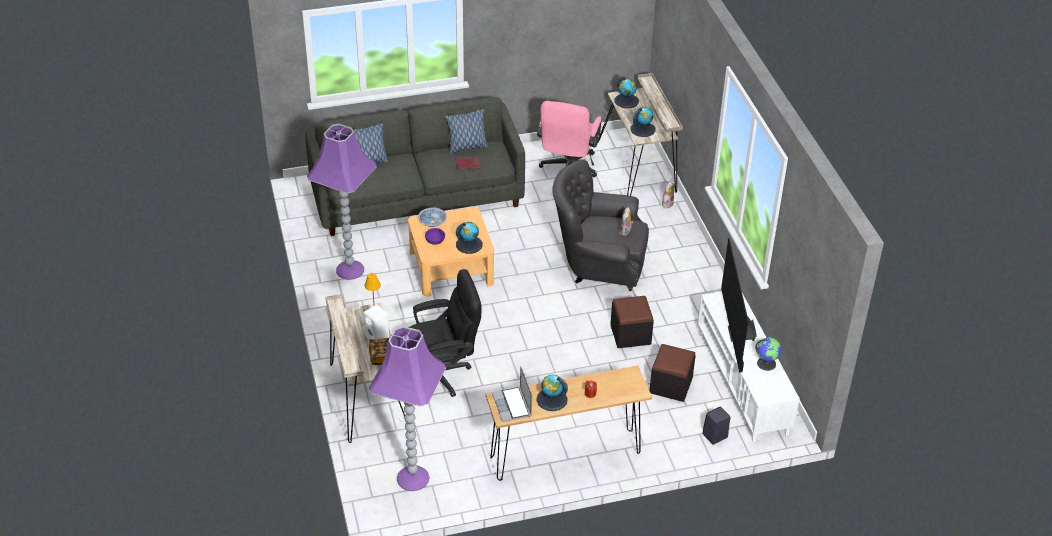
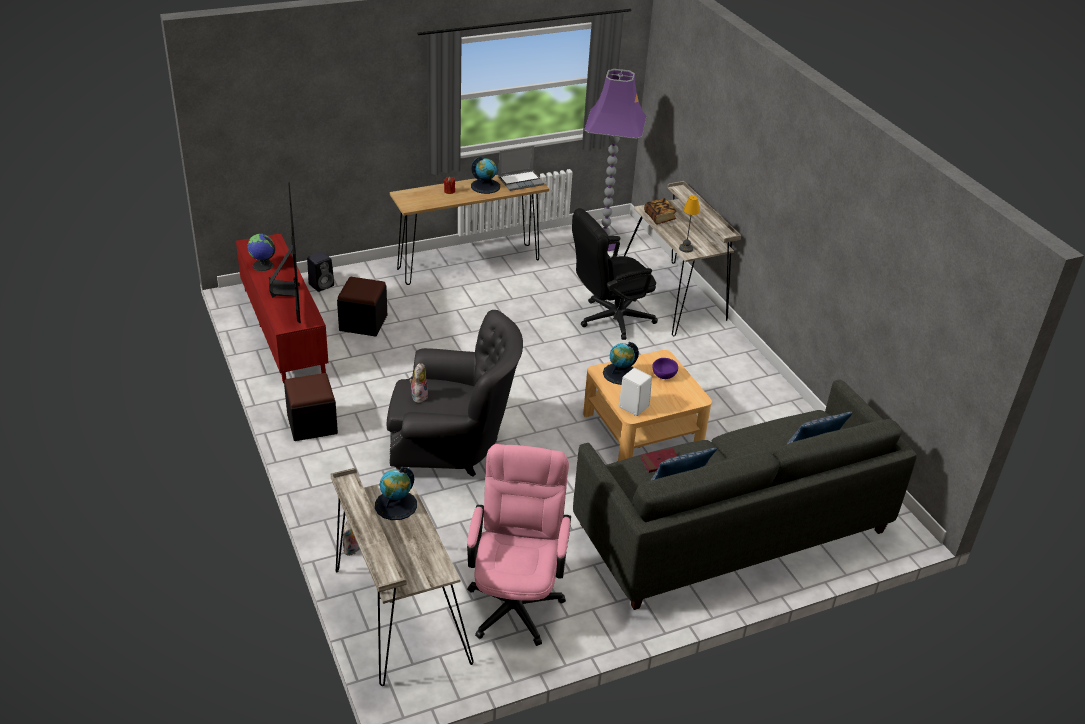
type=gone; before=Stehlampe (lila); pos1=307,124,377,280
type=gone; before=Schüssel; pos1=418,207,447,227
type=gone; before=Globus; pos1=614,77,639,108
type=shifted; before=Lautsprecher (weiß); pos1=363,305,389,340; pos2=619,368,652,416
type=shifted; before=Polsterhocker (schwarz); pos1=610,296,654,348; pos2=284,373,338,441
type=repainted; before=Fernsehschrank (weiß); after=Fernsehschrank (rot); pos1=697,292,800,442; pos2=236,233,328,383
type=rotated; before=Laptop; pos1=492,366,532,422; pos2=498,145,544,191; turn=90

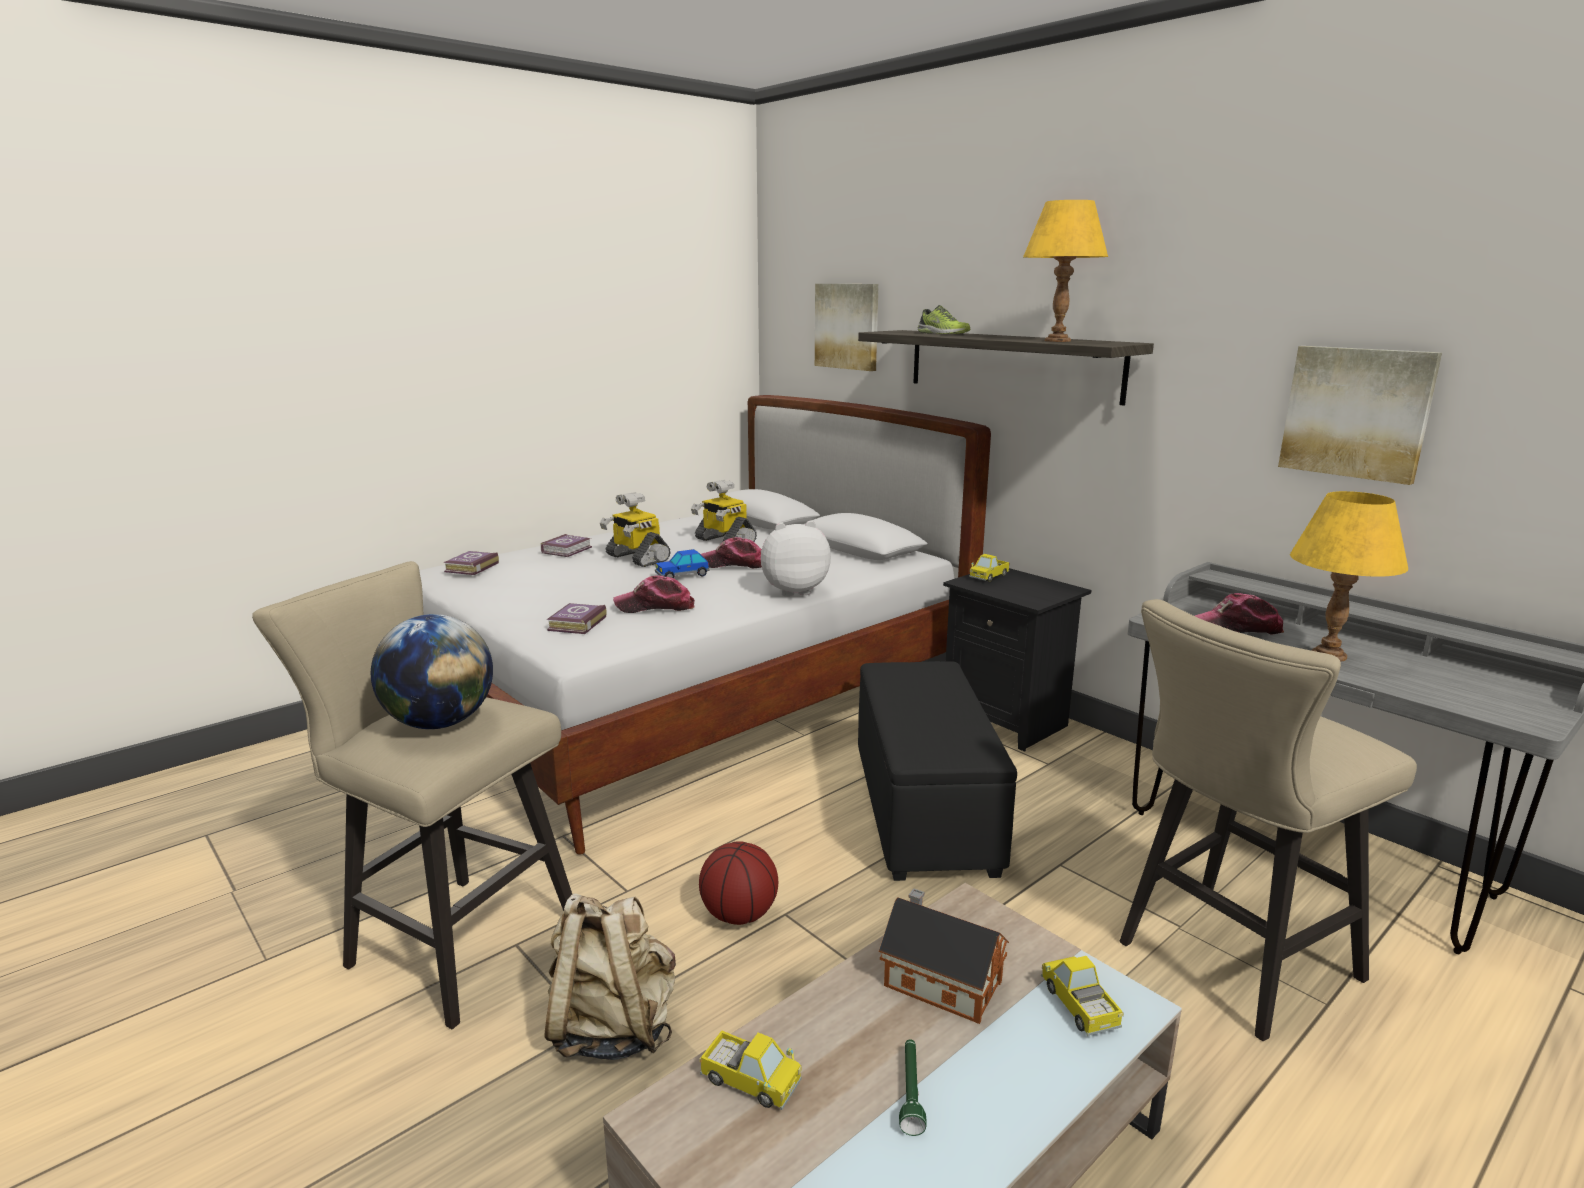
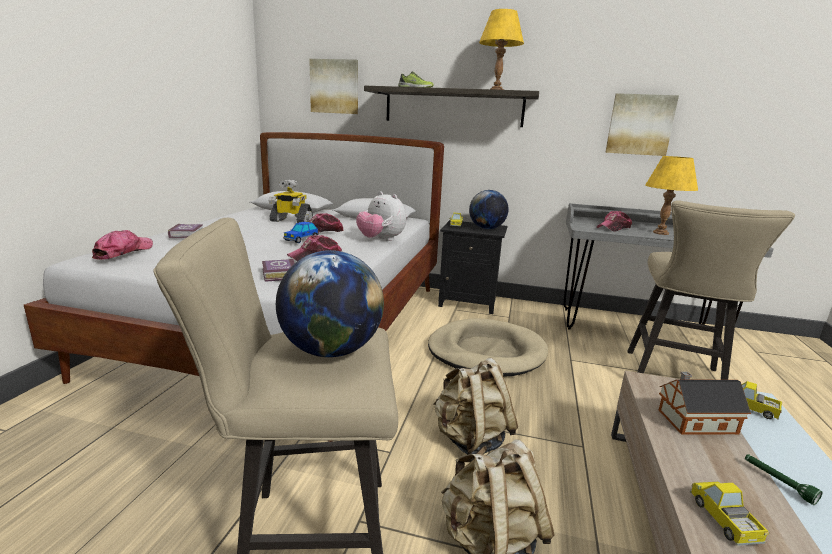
type=gone; before=Spielzeugroboter; pos1=600,492,671,567
type=new; after=Globus; pos2=469,190,509,229
type=swapped; before=Buch; after=Kappe; pos1=443,551,499,575; pos2=92,230,153,260
type=swapped; before=Basketball; after=Rucksack (beige); pos1=699,841,778,925; pos2=433,358,518,455
type=swapped; before=Polsterhocker (schwarz); after=Hundebett (beige); pos1=858,661,1017,881; pos2=428,318,548,377
type=rotated; before=Spielzeuglaster; pos1=699,1030,802,1110; pos2=690,482,769,546; turn=-90
type=rotated; before=Plüschtier; pos1=761,520,831,597; pos2=356,191,406,241; turn=-90

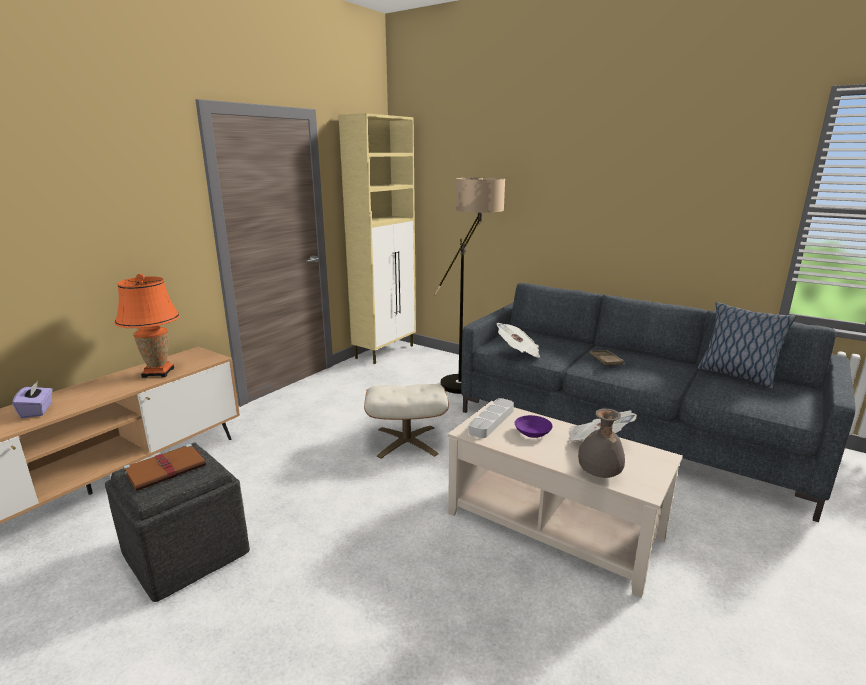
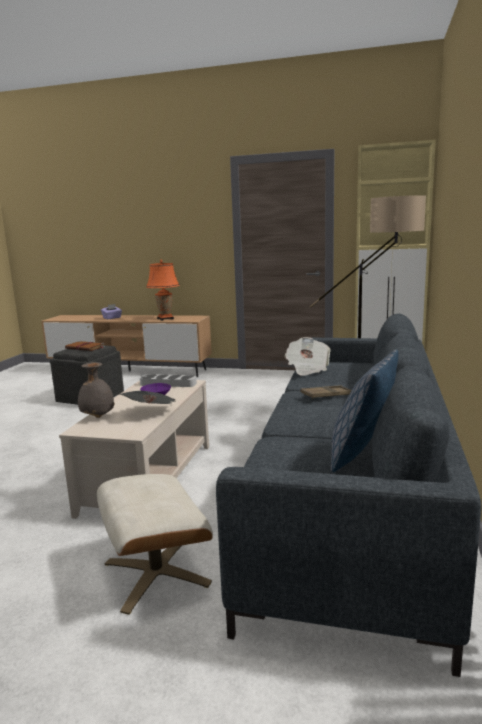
type=shifted; before=Polsterhocker (beige); pos1=364,384,449,459; pos2=97,474,213,615

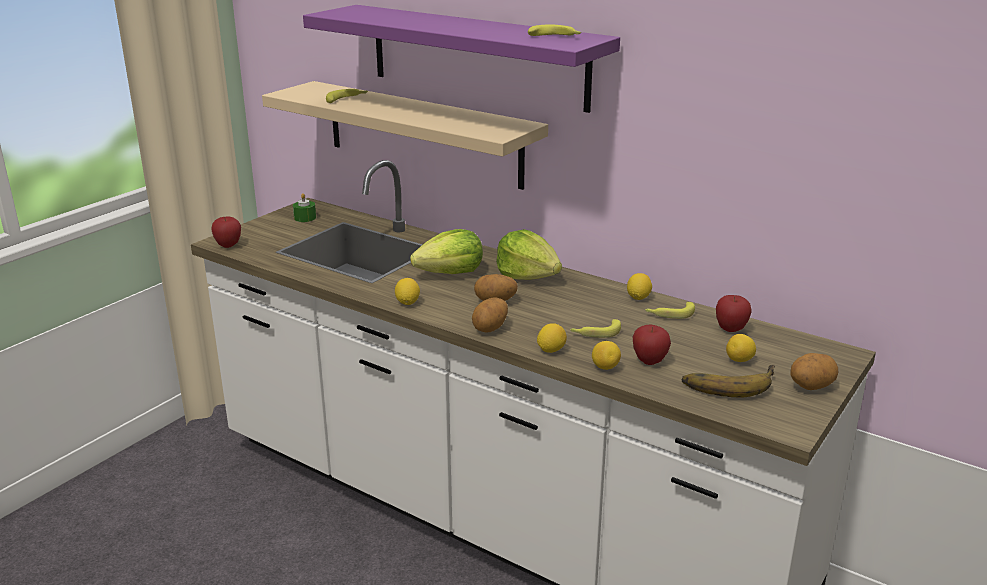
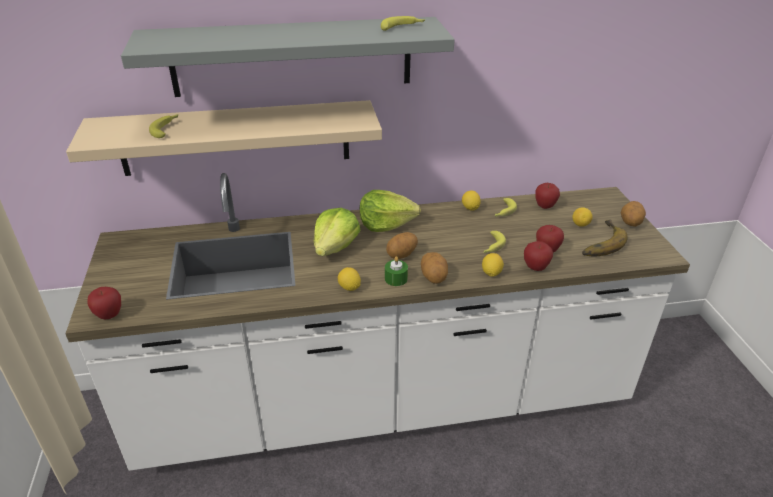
type=shifted; before=Kerze (grün); pos1=293,193,316,222; pos2=385,256,408,286
type=swapped; before=Zitrone; after=Apfel; pos1=592,341,621,370; pos2=524,241,553,271
type=repainted; before=Wandregal (lila); after=Wandregal (grau); pos1=303,5,620,113; pos2=121,17,455,97

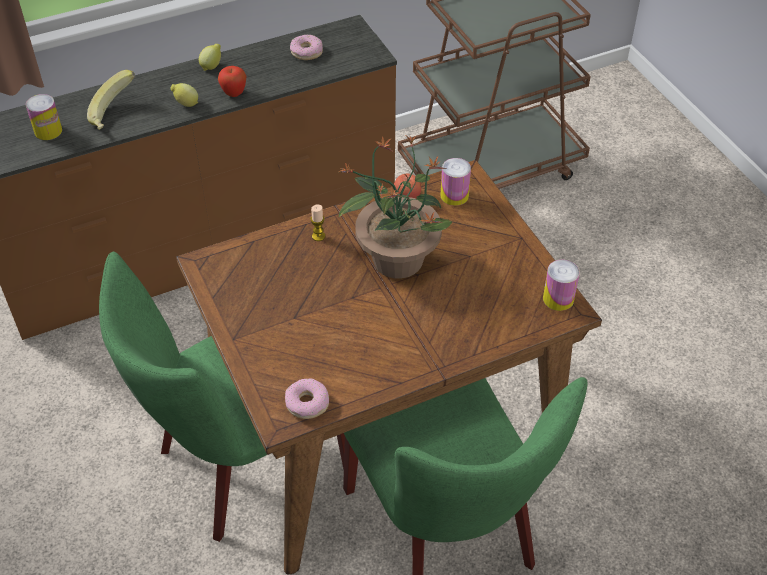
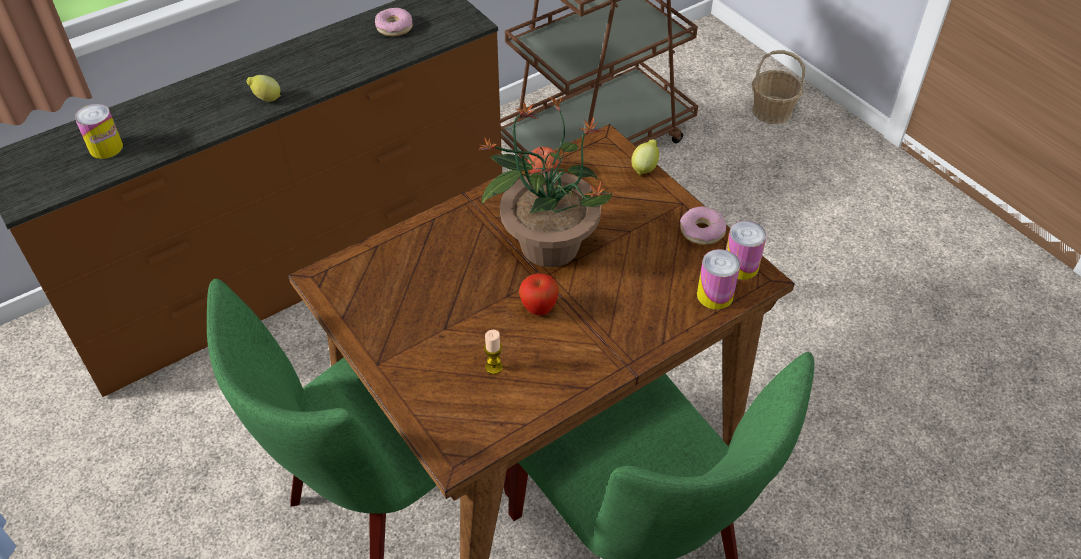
type=gone; before=Banane; pos1=87,70,135,130
type=new; after=Korb; pos2=752,50,805,124
type=shifted; before=Zitrone; pos1=199,44,221,71; pos2=631,139,659,175
type=shifted; before=Apfel; pos1=218,66,246,97; pos2=519,273,559,315
type=shifted; before=Donut; pos1=285,378,329,419; pos2=680,206,726,245
type=shifted; before=Kerze; pos1=311,204,325,241; pos2=484,330,503,375
type=shifted; before=Dose; pos1=440,158,471,206; pos2=697,249,740,310

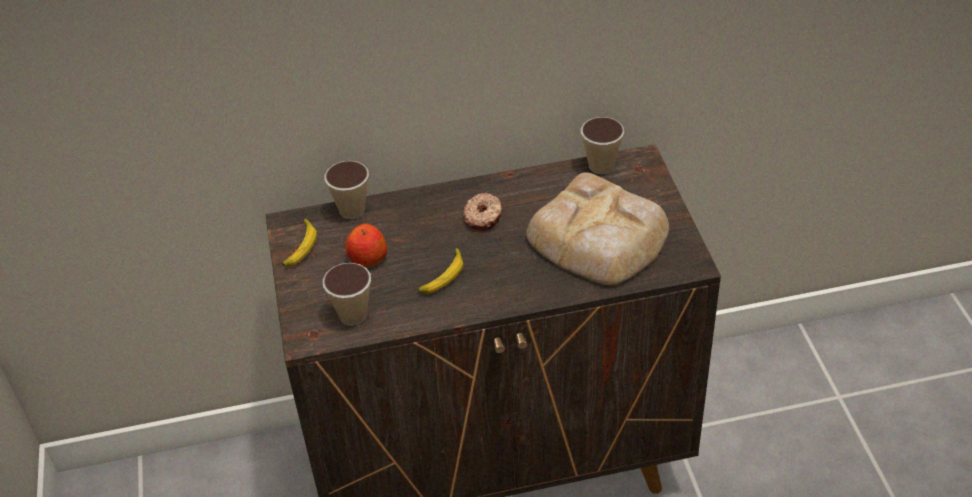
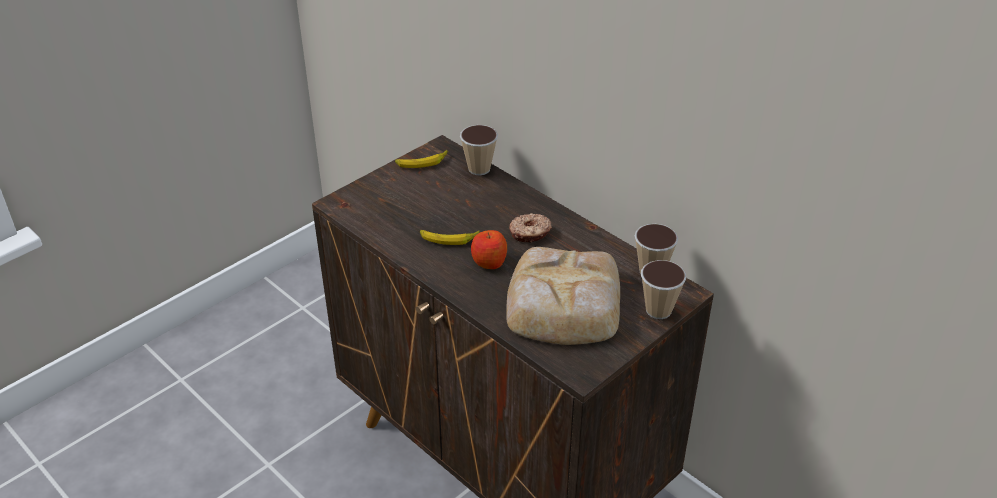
type=shifted; before=Tasse; pos1=323,263,371,326; pos2=641,260,686,319
type=shifted; before=Apfel; pos1=345,224,387,267; pos2=471,230,507,269

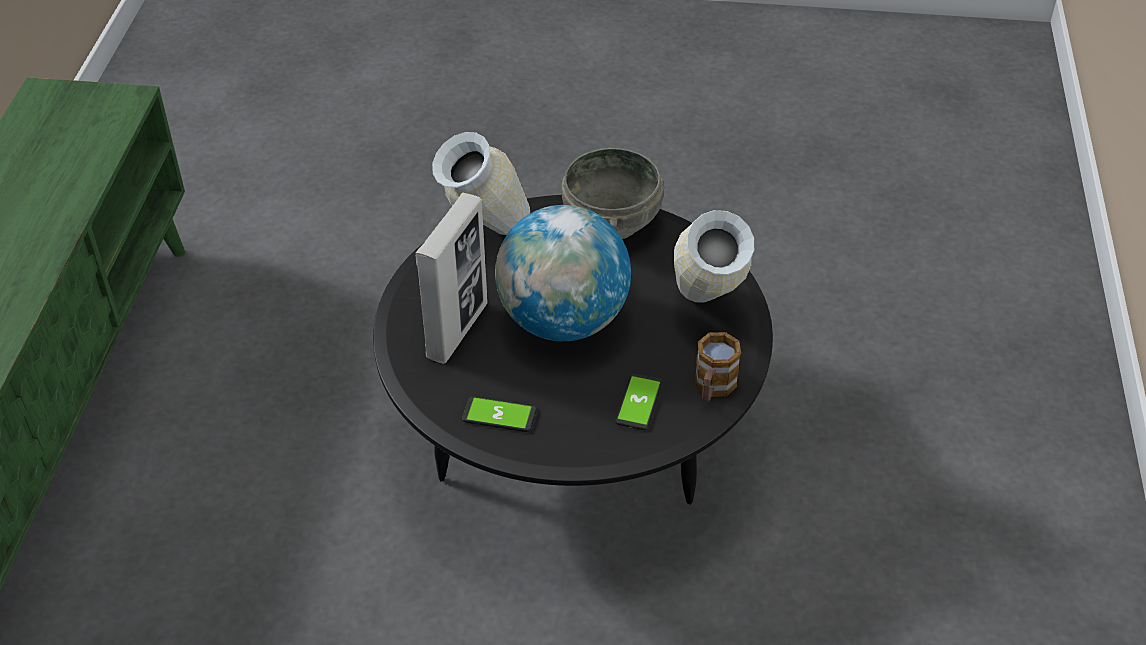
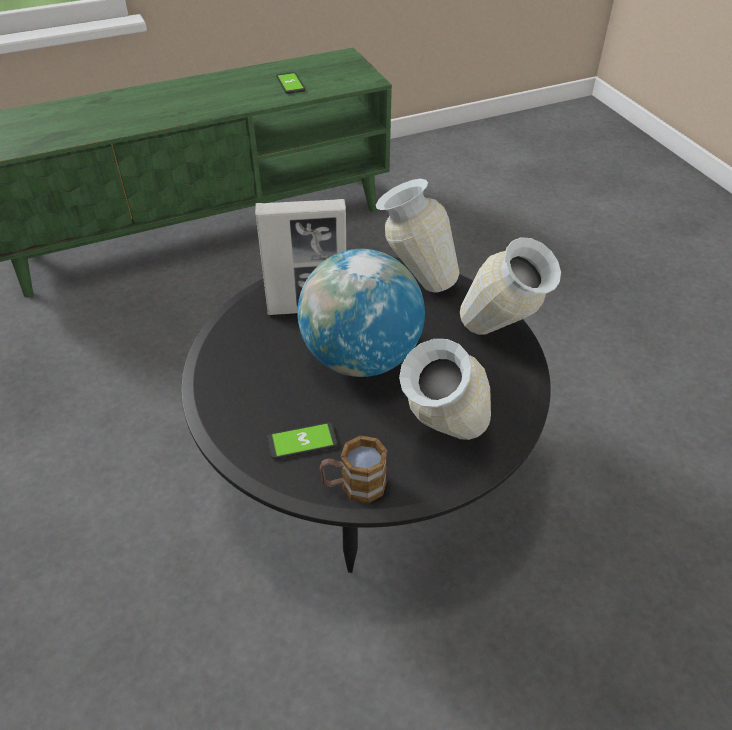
type=shifted; before=Handy; pos1=462,396,537,432; pos2=276,72,305,94
type=swapped; before=Schüssel (grau); after=Vase; pos1=561,148,664,239; pos2=460,237,561,334

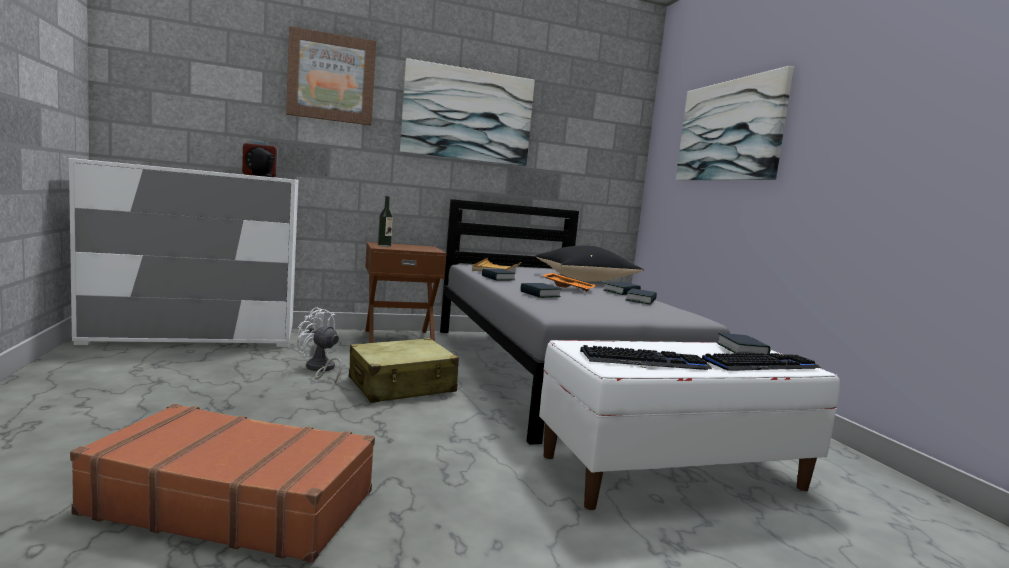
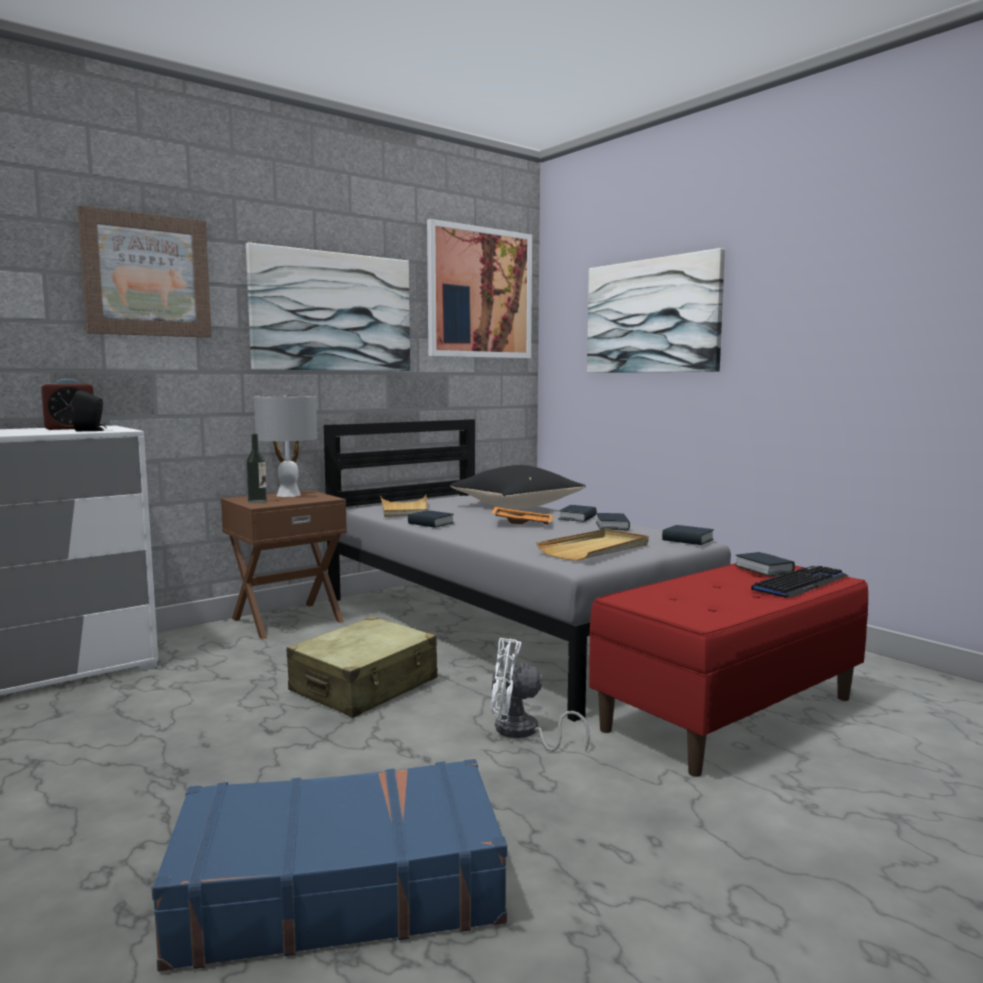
type=gone; before=Tastatur; pos1=580,345,712,370
type=new; after=Tischlampe (grau); pos2=254,395,317,497
type=new; after=Bild; pos2=427,219,532,358
type=new; after=Tablett (beige); pos2=536,529,649,561
type=shifted; before=Ventilator (weiß); pos1=296,307,342,383; pos2=491,638,590,752
type=shifted; before=Buch; pos1=520,283,561,298; pos2=662,525,714,545
type=repainted; before=Koffer (braun); after=Koffer (blau); pos1=70,404,375,563; pos2=152,759,507,972
type=repainted; before=Bank (weiß); after=Bank (rot); pos1=539,340,840,510; pos2=589,563,868,777

